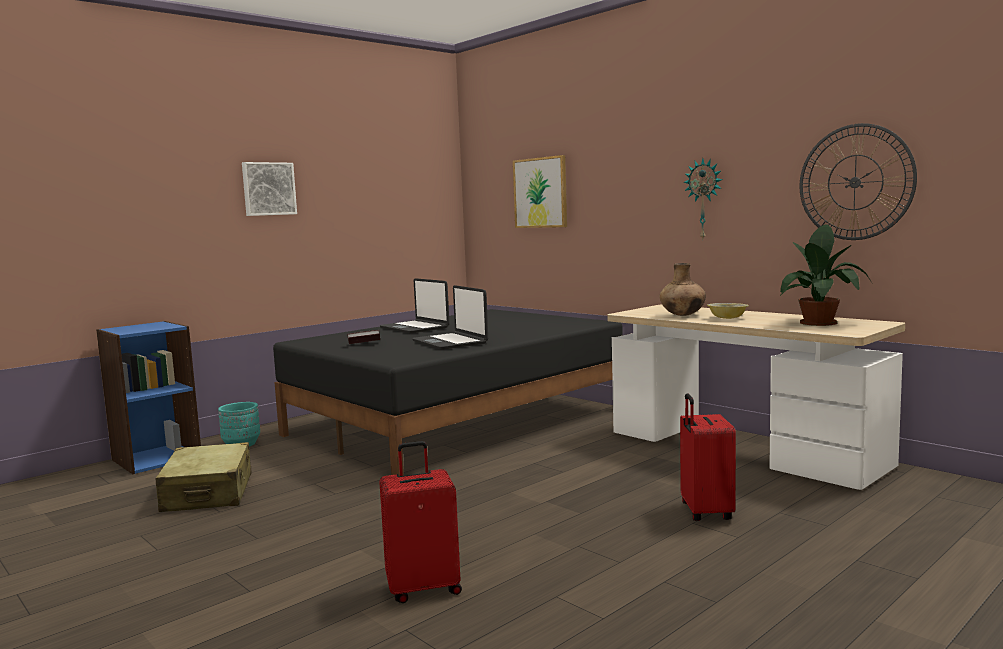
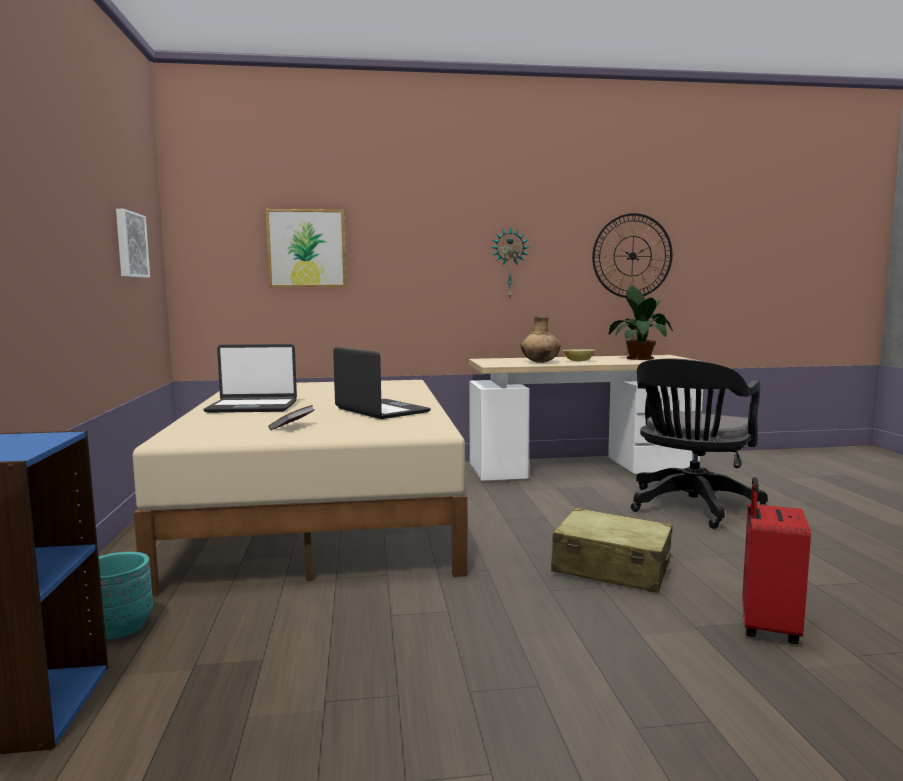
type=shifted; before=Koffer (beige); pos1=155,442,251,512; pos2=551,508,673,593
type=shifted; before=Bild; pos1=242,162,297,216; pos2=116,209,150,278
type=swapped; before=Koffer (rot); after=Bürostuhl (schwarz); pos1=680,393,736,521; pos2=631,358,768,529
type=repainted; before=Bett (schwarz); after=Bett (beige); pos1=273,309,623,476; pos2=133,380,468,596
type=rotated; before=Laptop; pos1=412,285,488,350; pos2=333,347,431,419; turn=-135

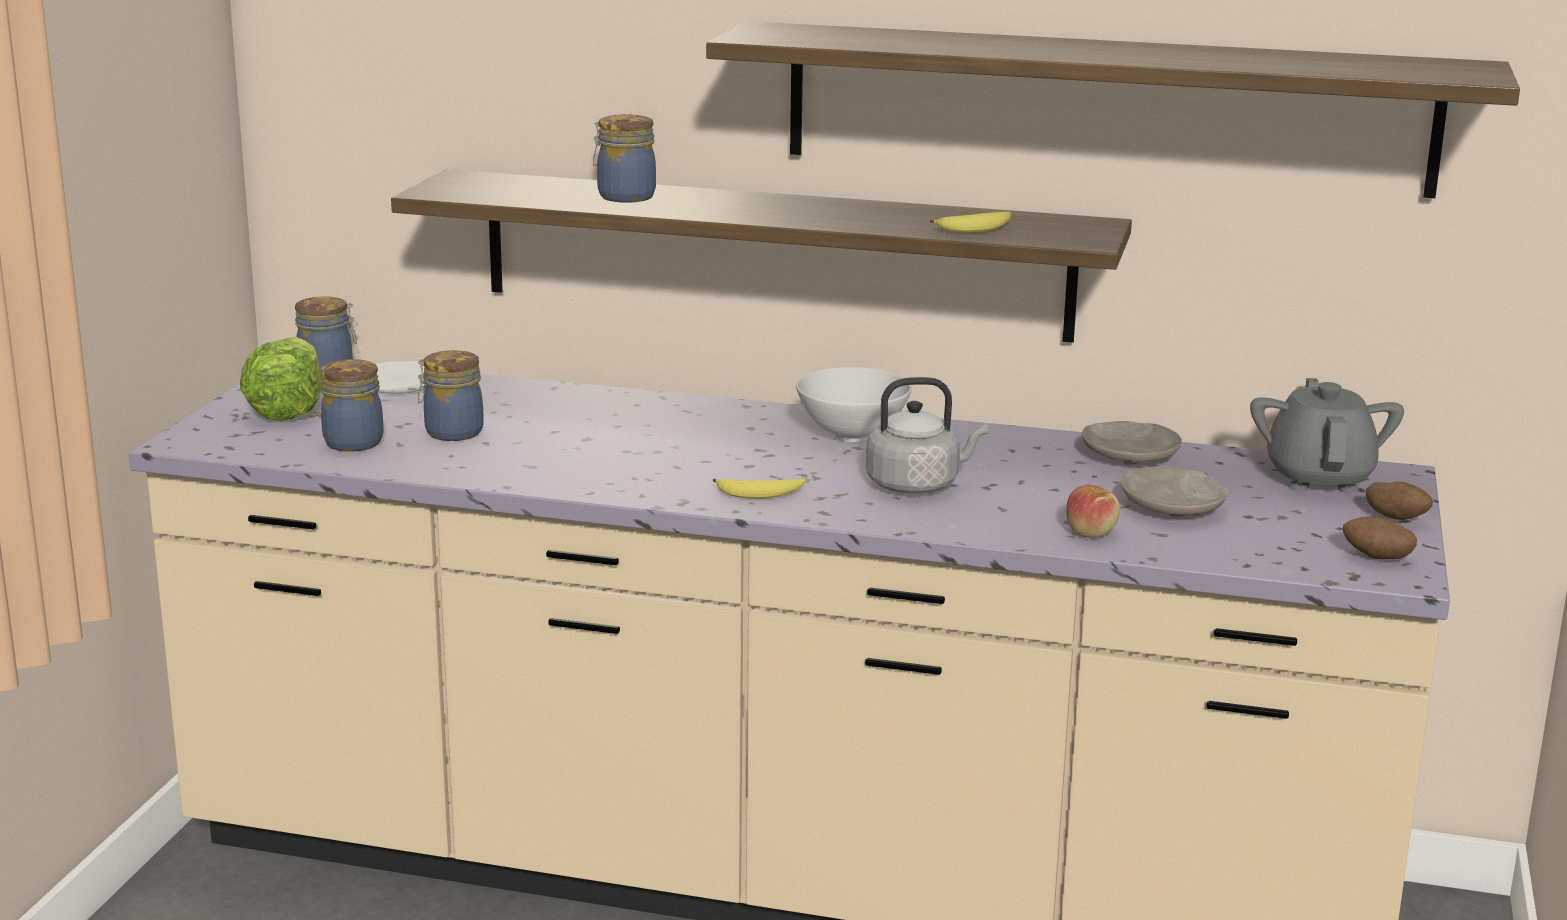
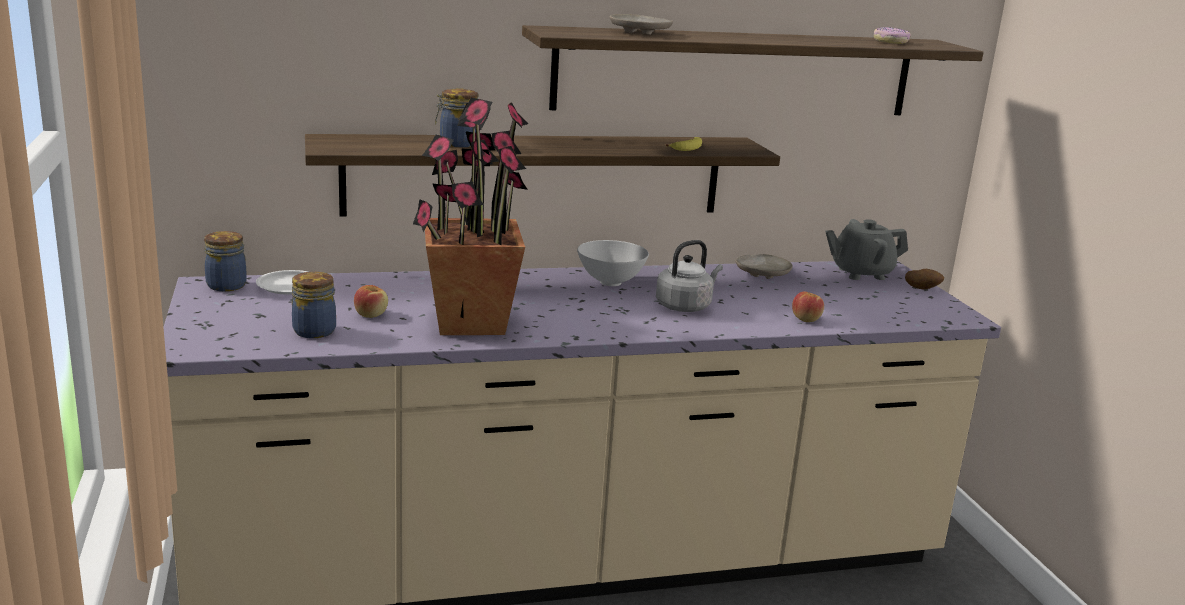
type=gone; before=Salatkopf; pos1=240,337,322,421
type=gone; before=Banane; pos1=713,478,806,499
type=gone; before=Kartoffel; pos1=1343,516,1417,559
type=new; after=Topfpflanze; pos2=413,98,528,335
type=new; after=Donut; pos2=874,27,911,44
type=shifted; before=Teller (beige); pos1=1121,466,1228,517; pos2=609,14,673,35
type=swapped; before=Vorratsglas; after=Apfel; pos1=418,350,484,441; pos2=354,285,388,318
type=rotated; before=Teekanne (grau); pos1=1250,378,1404,493; pos2=825,219,908,280; turn=-75

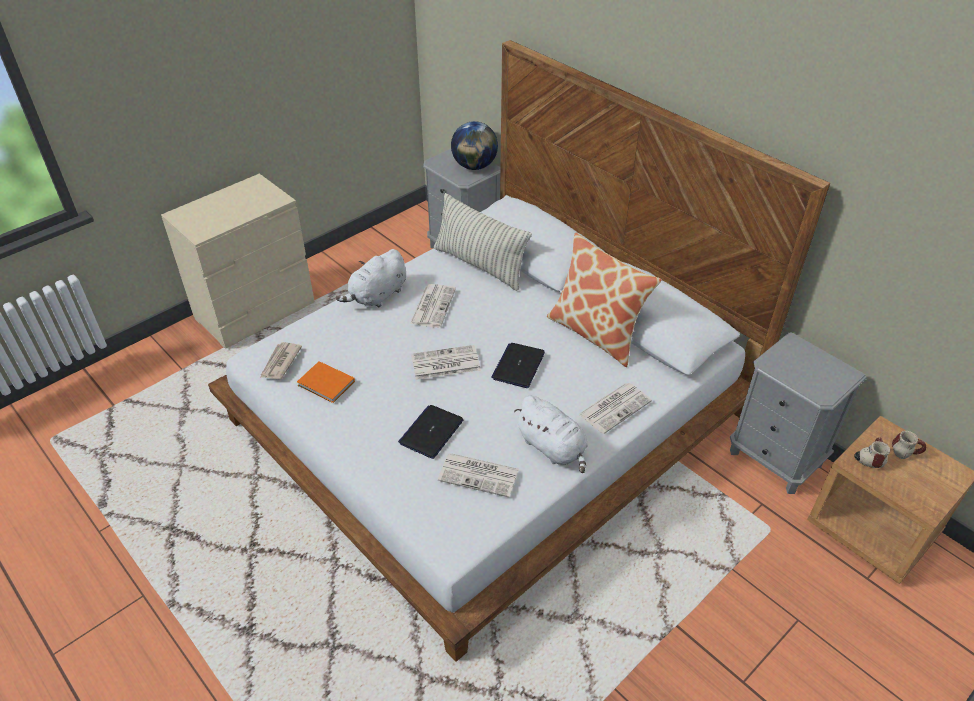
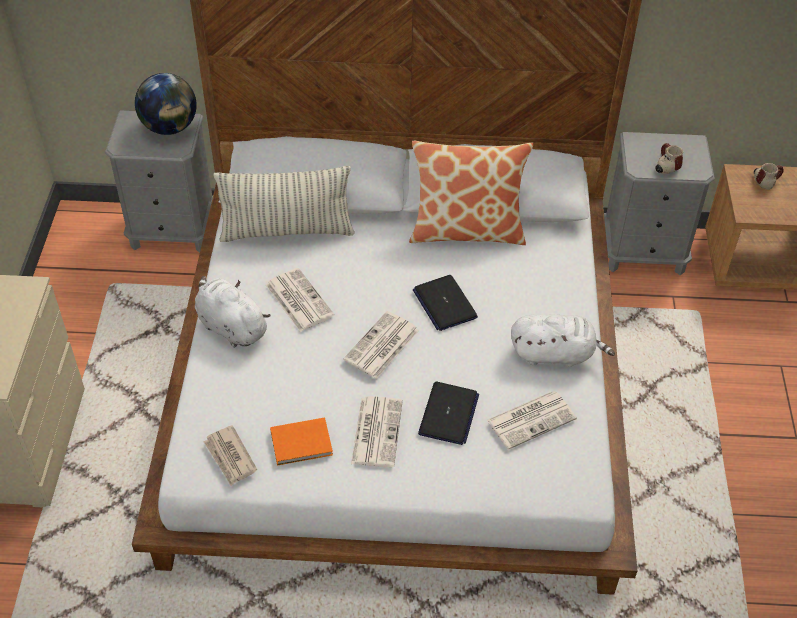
type=shifted; before=Zeitung; pos1=579,383,652,434; pos2=351,396,403,467
type=shifted; before=Henkelbecher; pos1=854,437,890,468; pos2=655,143,683,174
type=rotated; before=Plüschtier (weiß); pos1=336,249,406,307; pos2=195,276,271,347; turn=135
type=rotated; before=Laptop; pos1=398,405,464,459; pos2=418,382,479,445; turn=-150

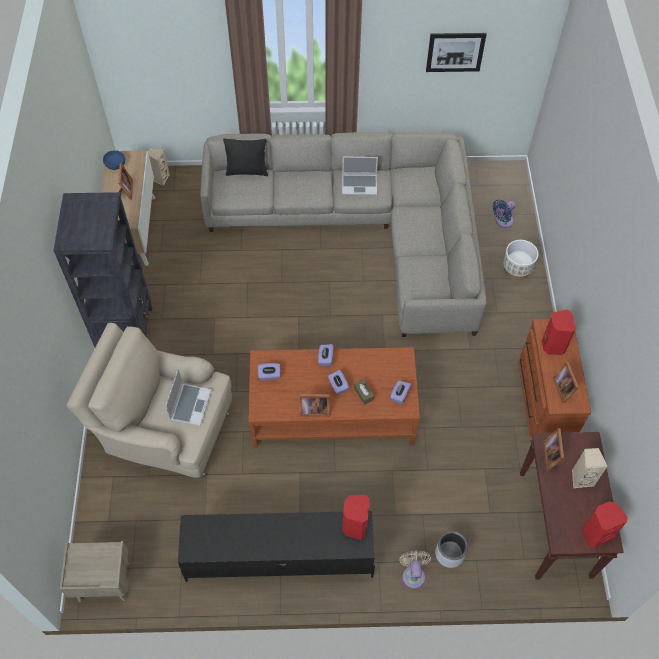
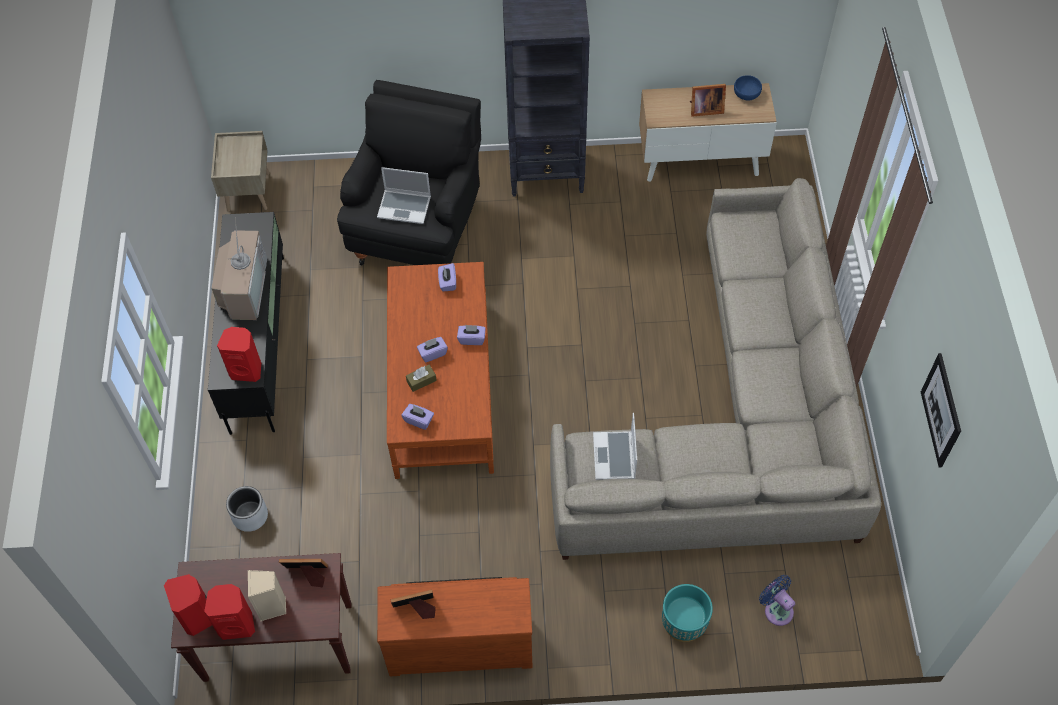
type=gone; before=Lautsprecher (beige); pos1=148,148,170,186
type=gone; before=Kissen (schwarz); pos1=223,138,268,176
type=gone; before=Bilderrahmen; pos1=299,394,330,417
type=gone; before=Ventilator (beige); pos1=399,551,431,589
type=new; after=Fernseher; pos2=211,218,267,320
type=shifted; before=Laptop; pos1=342,157,378,195; pos2=593,413,637,480
type=shifted; before=Lautsprecher (rot); pos1=542,310,576,355; pos2=204,584,255,640
type=repainted; before=Sessel (beige); after=Sessel (schwarz); pos1=66,323,232,478; pos2=337,80,481,266
type=repainted; before=Pflanzkübel (weiß); after=Pflanzkübel (türkis); pos1=503,240,539,280; pos2=662,584,713,642

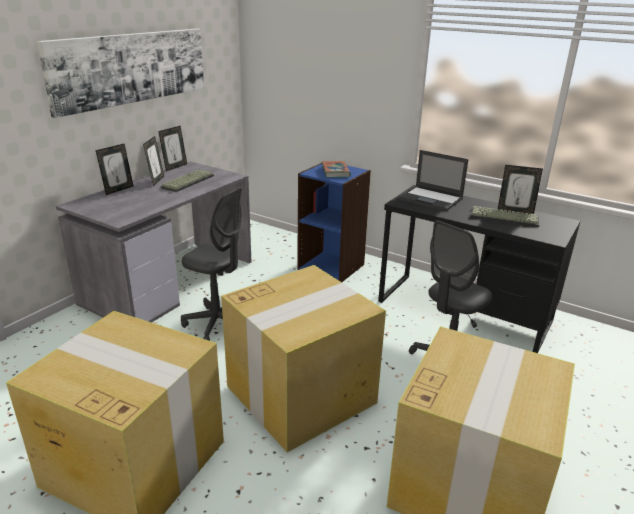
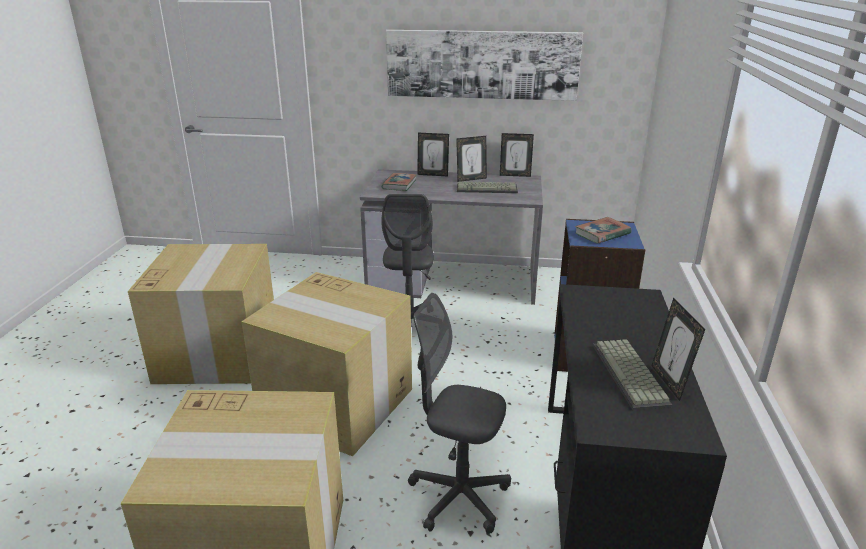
type=gone; before=Laptop; pos1=399,150,469,211
type=new; after=Buch; pos2=382,173,416,191

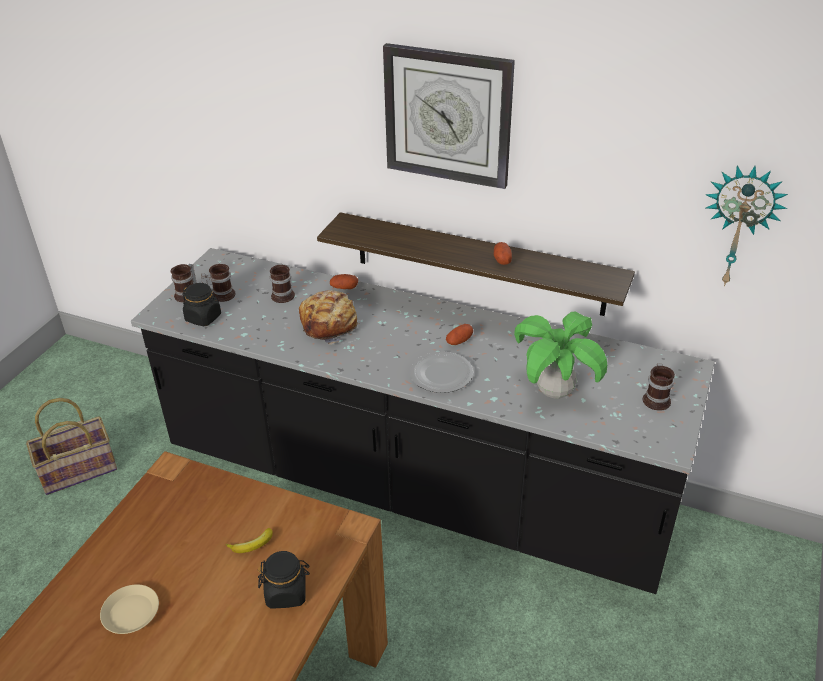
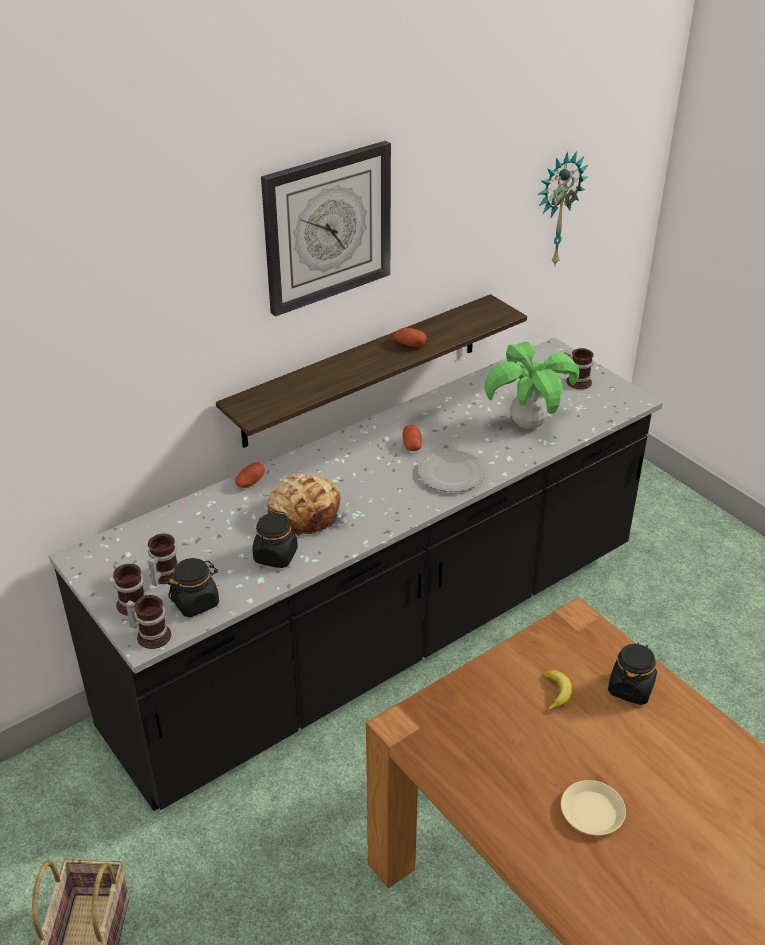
type=new; after=Vorratsglas (schwarz); pos2=252,511,298,568
type=shifted; before=Henkelbecher; pos1=270,264,295,303; pos2=125,595,171,649

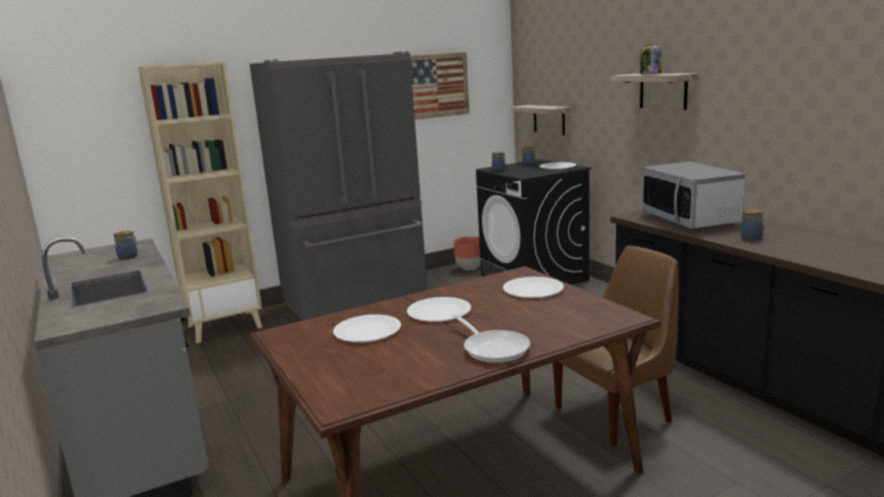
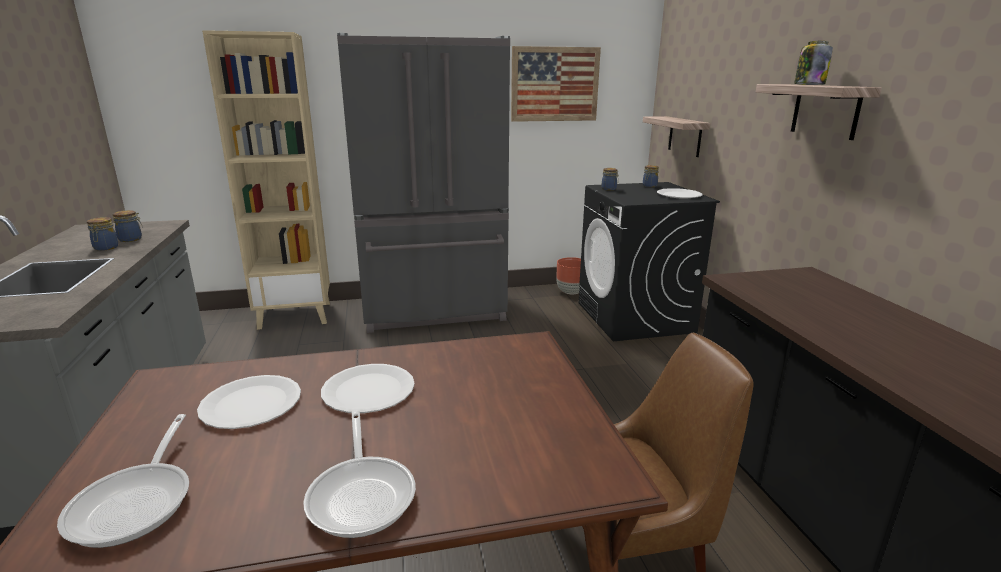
type=gone; before=Teller (weiß); pos1=503,277,564,298
type=gone; before=Mikrowelle; pos1=642,162,745,229
type=new; after=Pfanne; pos2=57,414,189,548
type=shifted; before=Vorratsglas; pos1=741,209,764,240; pos2=87,217,118,251

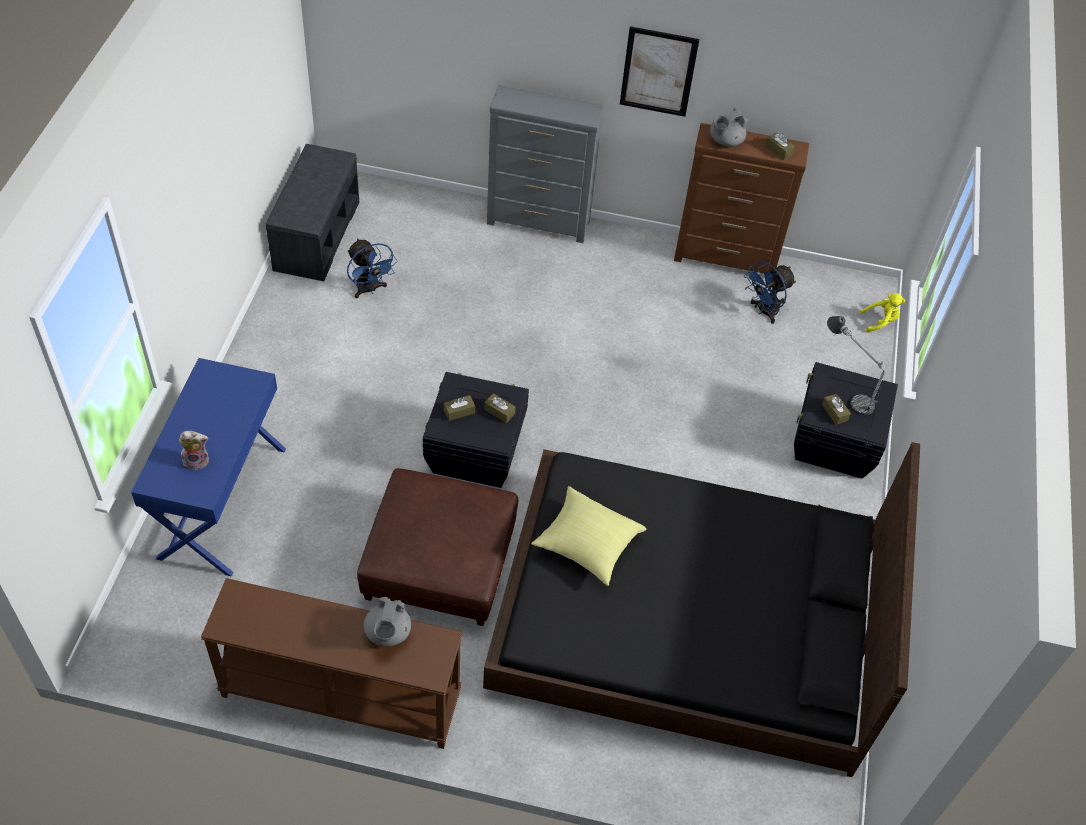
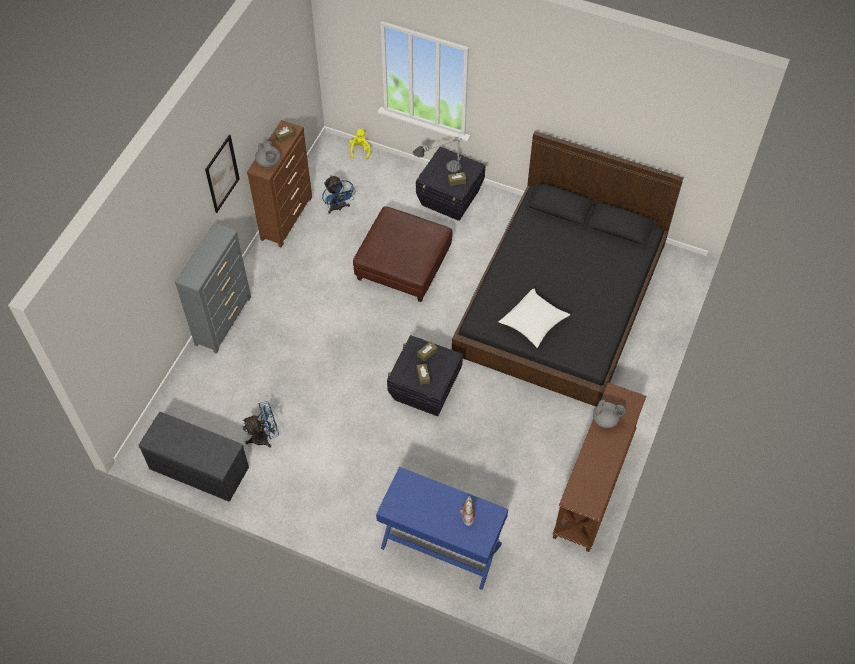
type=shifted; before=Polsterhocker (braun); pos1=357,468,518,626; pos2=353,206,453,302
type=repainted; before=Kissen (gelb); after=Kissen (weiß); pos1=531,486,646,586; pos2=498,288,570,348

